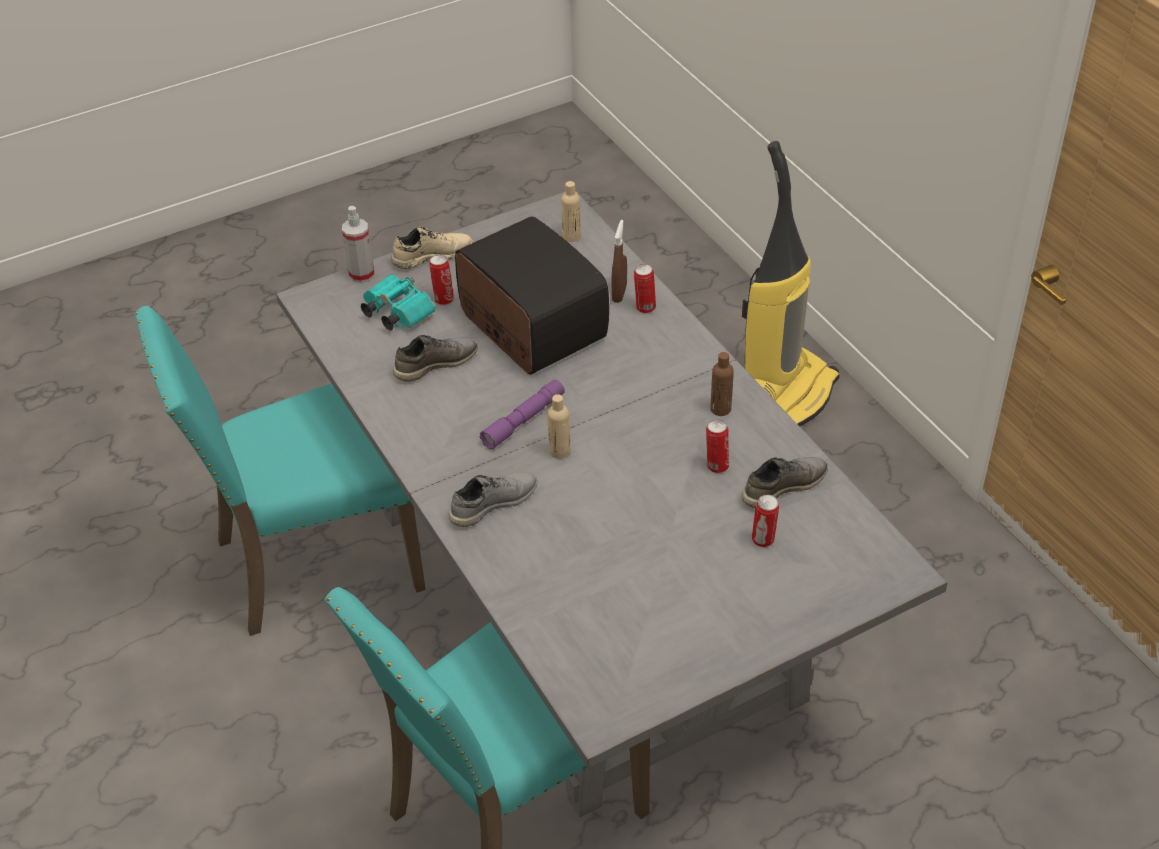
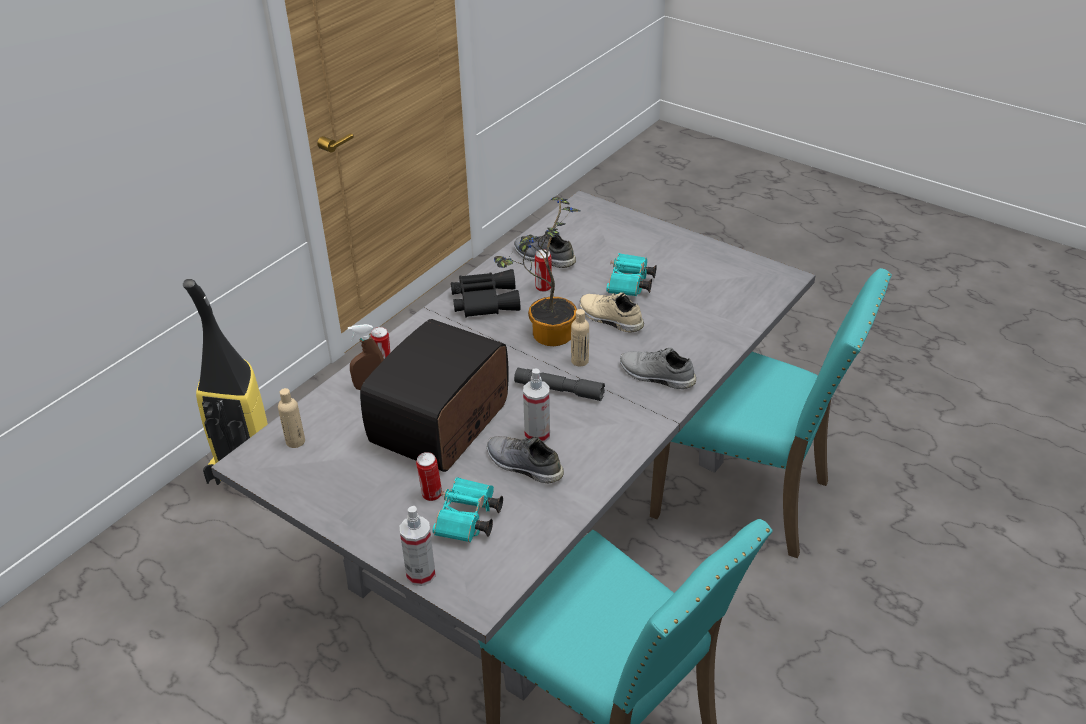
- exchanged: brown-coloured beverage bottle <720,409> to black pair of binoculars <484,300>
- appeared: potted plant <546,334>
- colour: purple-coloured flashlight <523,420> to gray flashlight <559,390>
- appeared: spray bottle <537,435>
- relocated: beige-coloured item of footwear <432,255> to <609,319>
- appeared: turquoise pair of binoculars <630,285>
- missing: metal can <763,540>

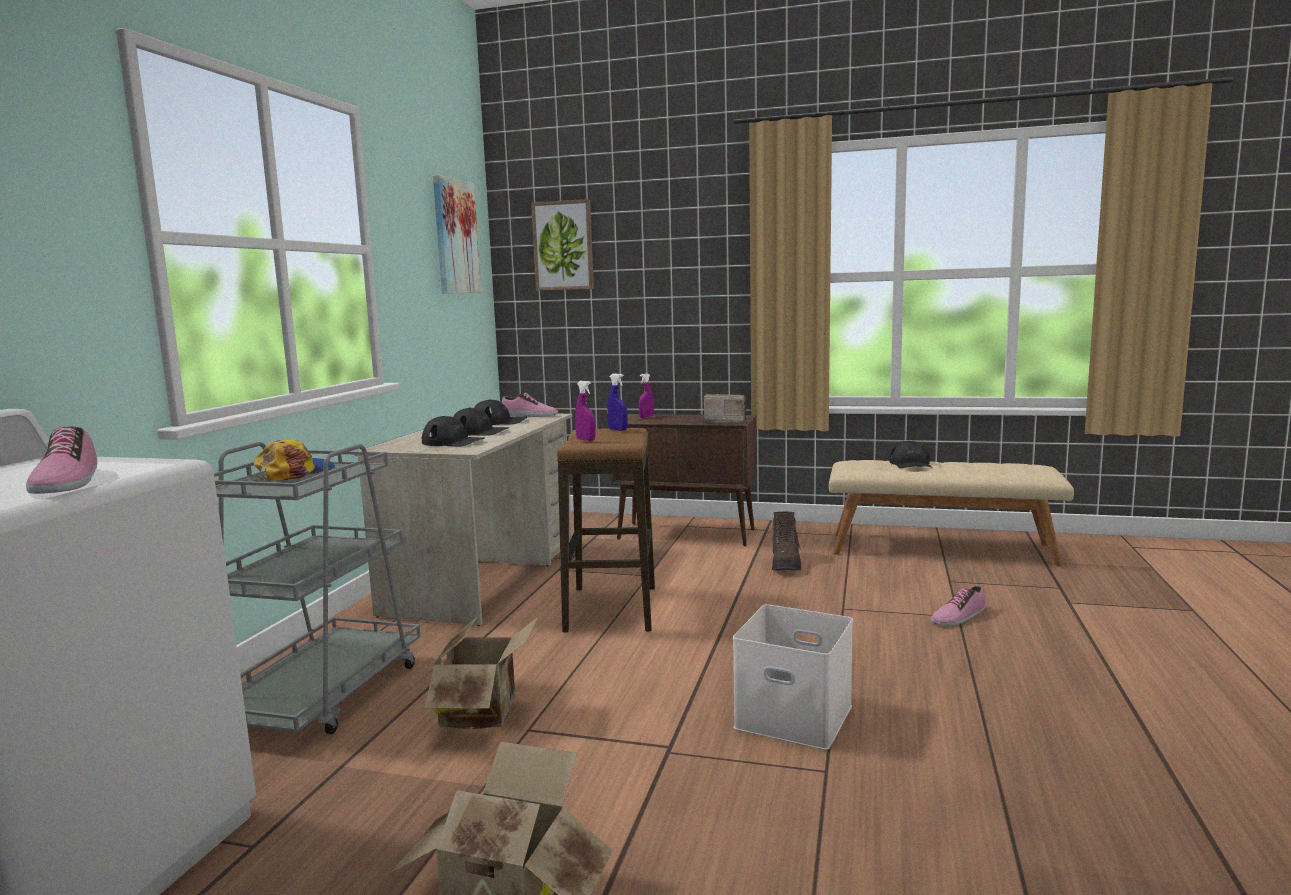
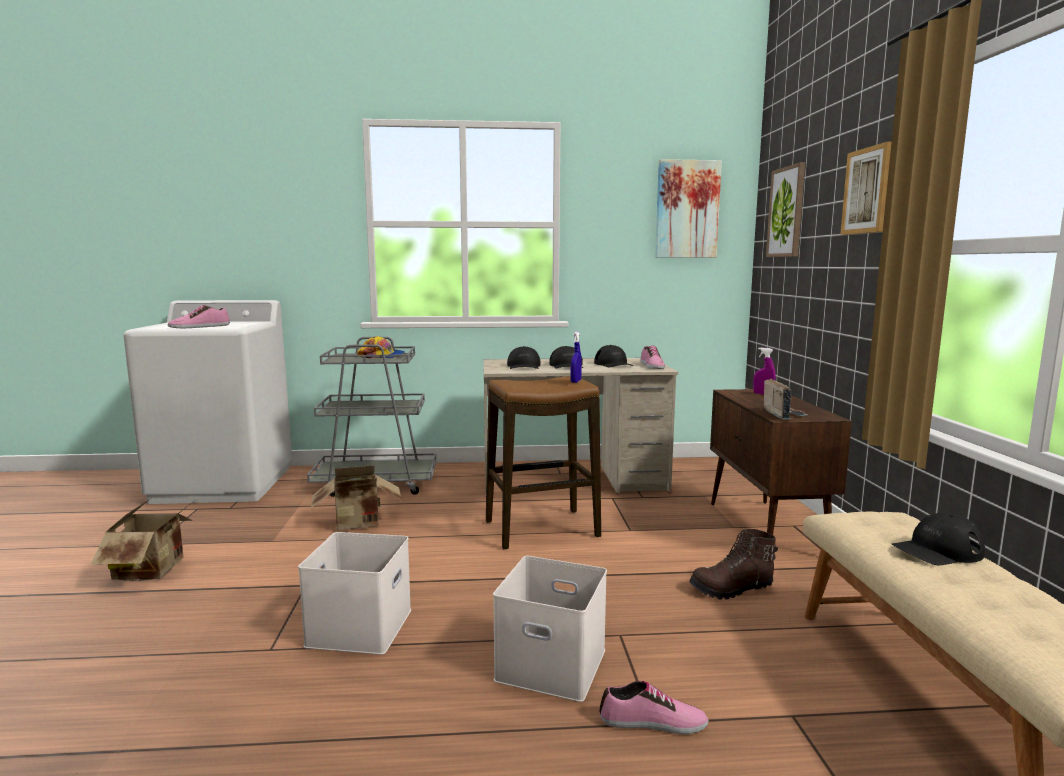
- appeared: whitish storage bin <554,664>
- spun: item of footwear <958,616> = <653,722> 150 degrees clockwise
- appeared: wall art <868,191>
- missing: purple-coloured spray bottle <585,440>

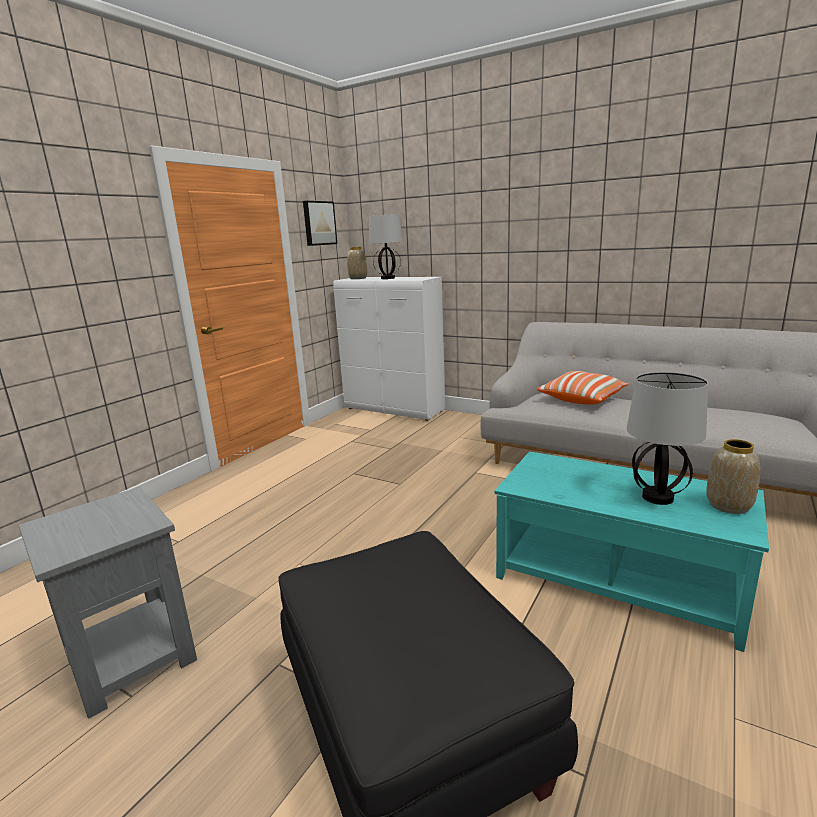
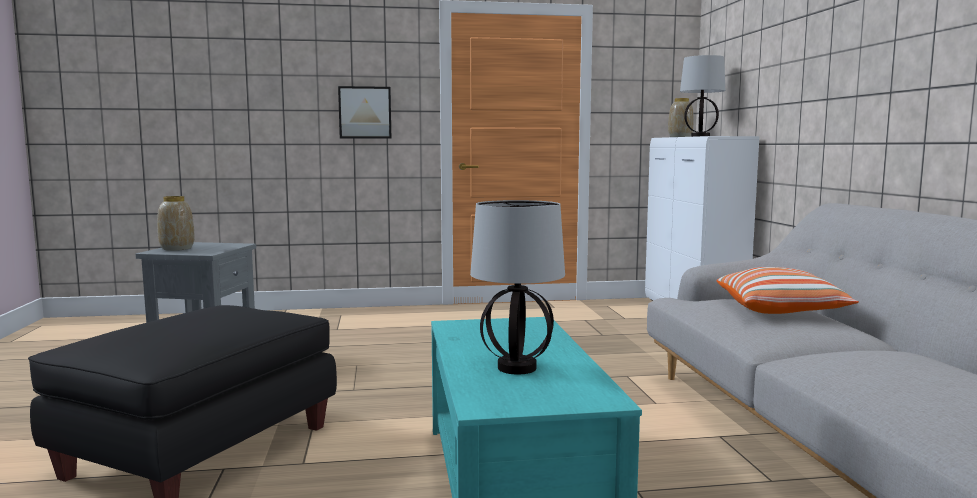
- relocated: flower vase <728,505> to <177,248>
- relocated: wall art <318,223> to <365,112>

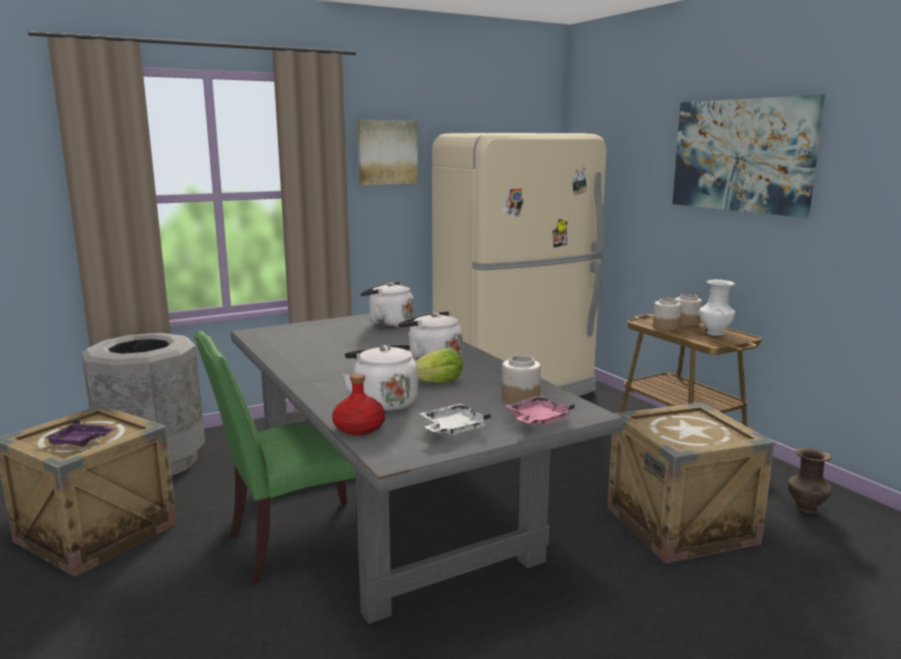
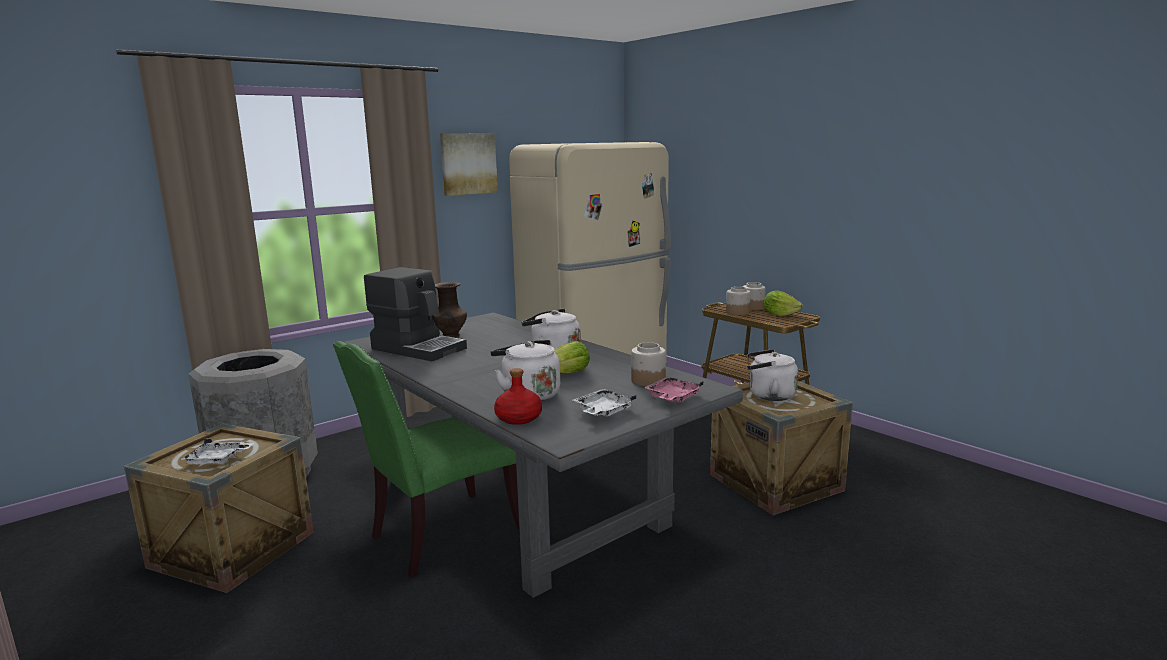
- colour: purple-coloured carrying tray <81,442> to whitish carrying tray <218,460>
- appeared: coffee machine <418,348>
- relocated: brown-coloured flower vase <806,509> to <451,336>
- relocated: whitish tea kettle <388,324> to <768,395>
- exchanged: whitish flower vase <714,333> to lettuce head <779,315>
- missing: wall art <742,155>

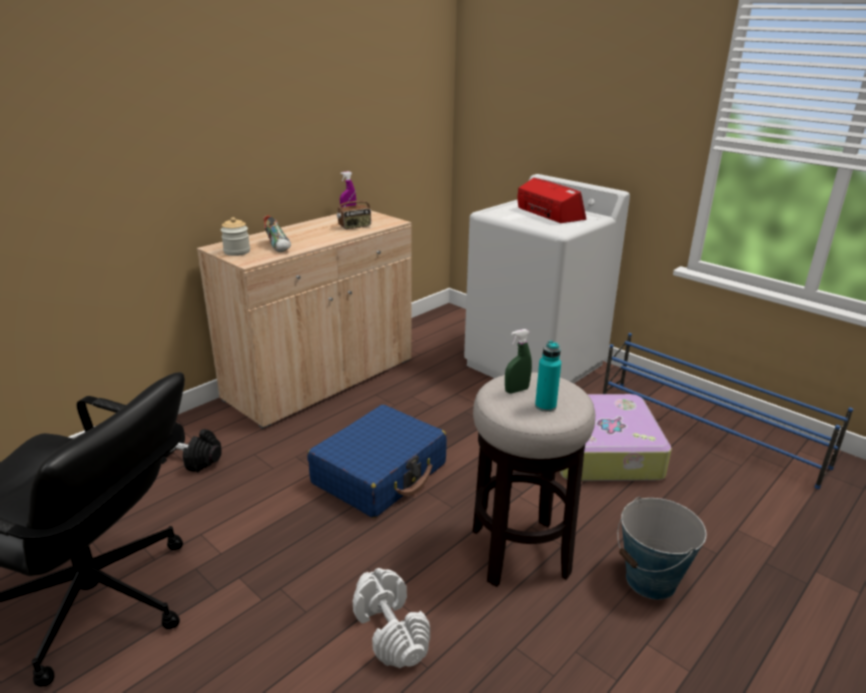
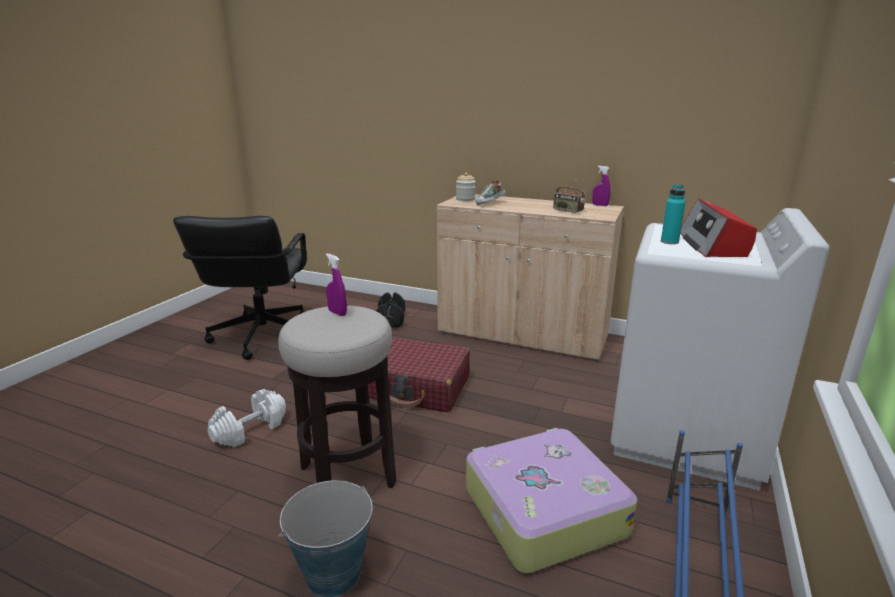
- colour: greenish spray bottle <516,390> to purple-coloured spray bottle <337,313>
- colour: blue-coloured travel case <380,473> to red-coloured travel case <416,387>
- relocated: turquoise beverage bottle <545,406> to <669,242>
- spun: radio set <549,214> = <712,245> 150 degrees clockwise

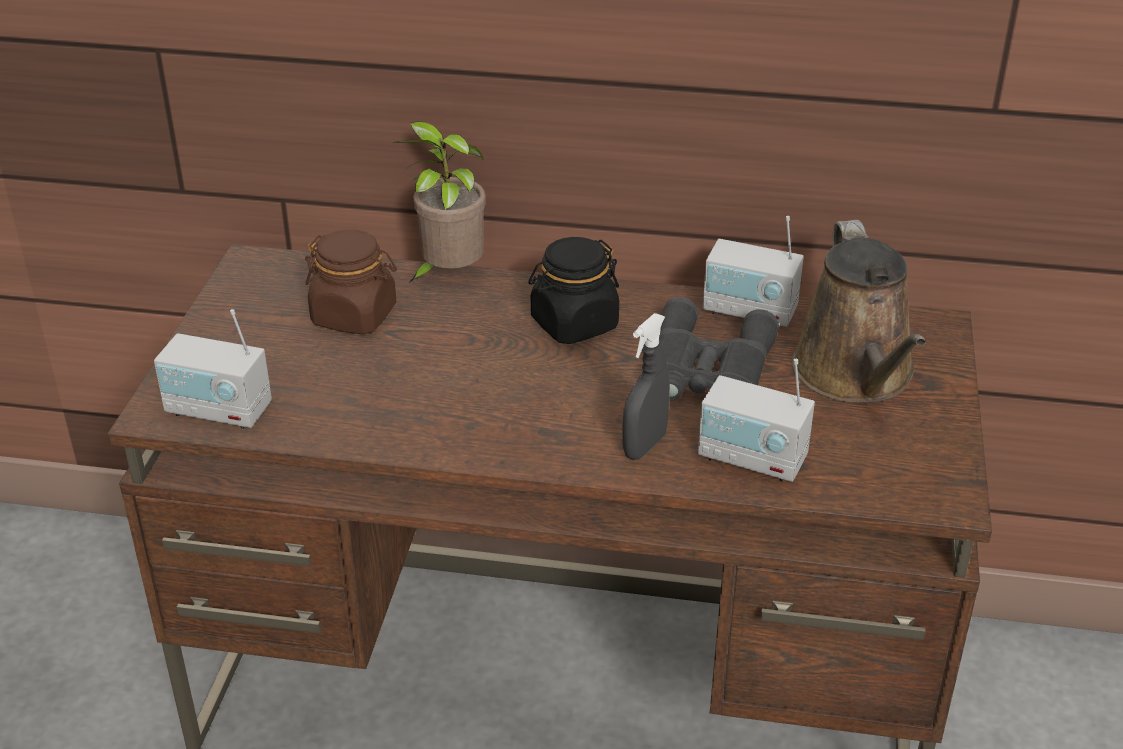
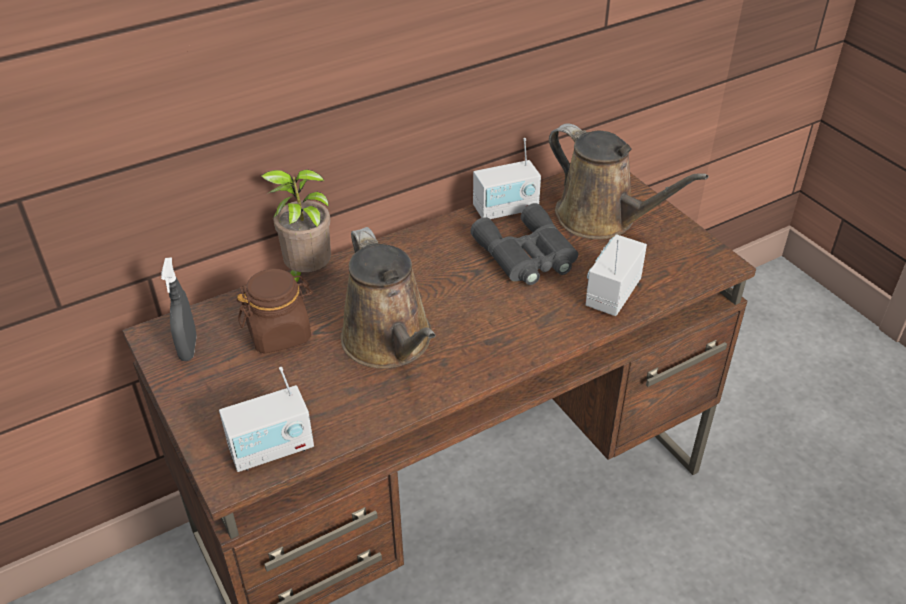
- relocated: gray spray bottle <644,446> to <188,348>
- appeared: brown-coloured watering can <390,343>
- spun: radio set <752,459> = <612,294> 135 degrees clockwise
- missing: black preserve jar <574,324>

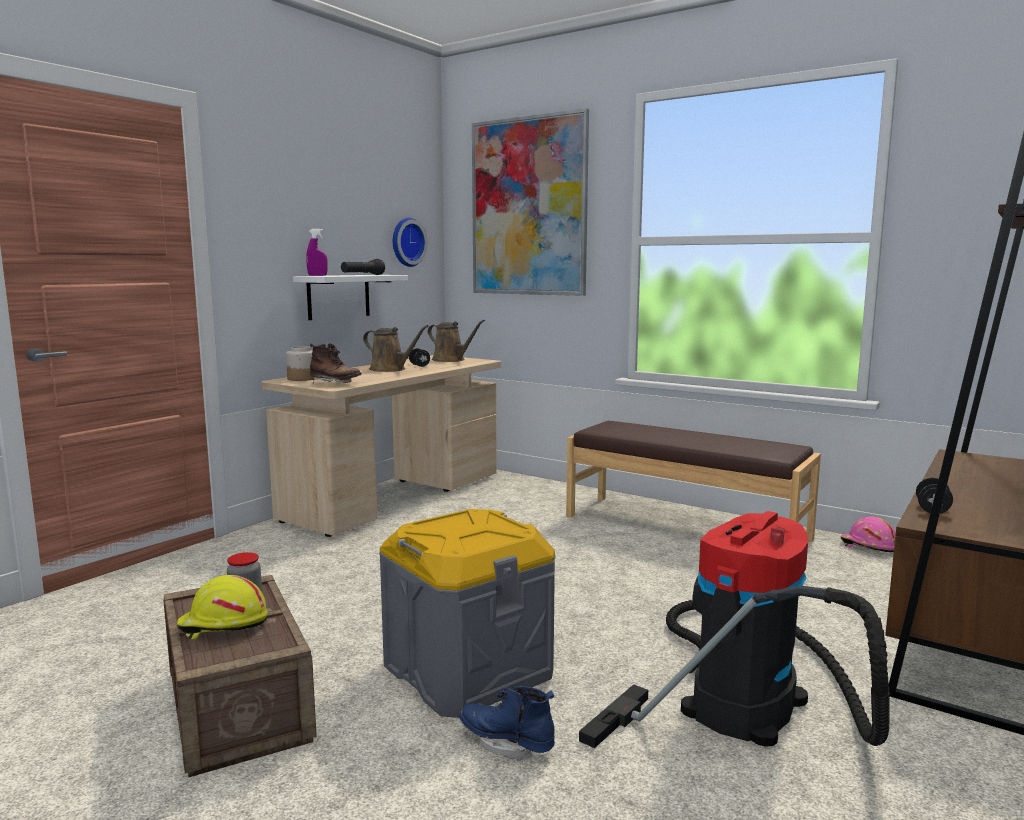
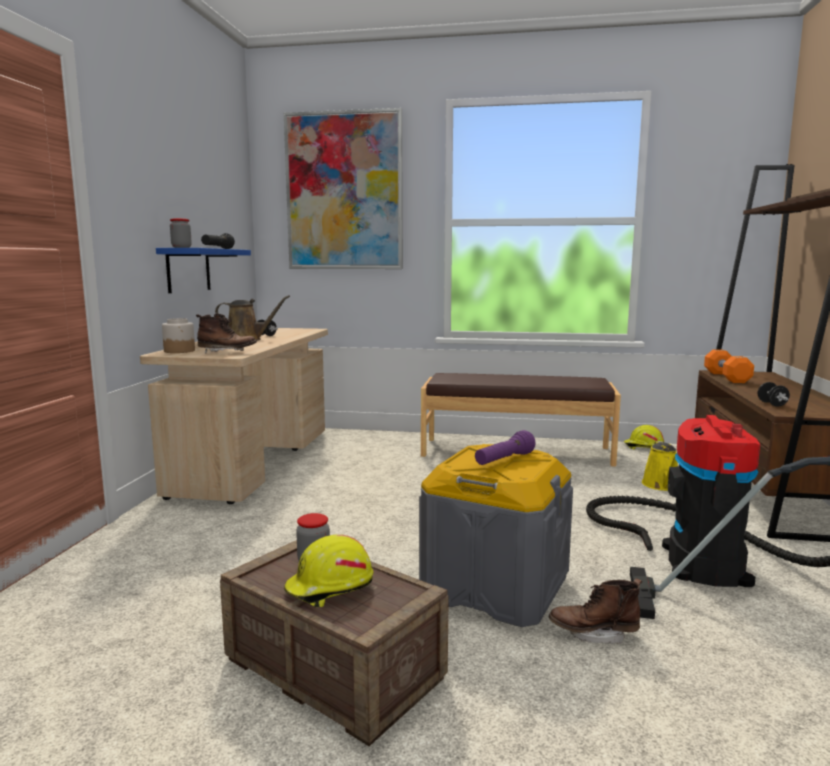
- colour: whitish shelf <338,296> to blue-coloured shelf <188,270>
- exchanged: purple-coloured spray bottle <317,275> to preserve jar <181,247>
- appeared: purple-coloured flashlight <504,460>
- colour: blue-coloured boot <507,744> to brown-coloured boot <594,633>
- colour: pink-coloured work helmet <868,546> to yellowish work helmet <643,447>
- appeared: yellowish watering can <662,485>
- appeared: orange hand weight <726,377>
- missing: wall clock <406,242>
- missing: brown-coloured watering can <451,360>

